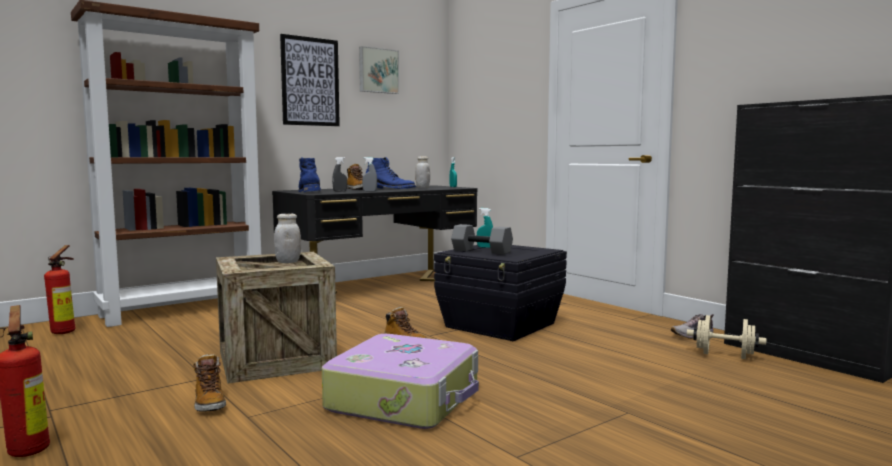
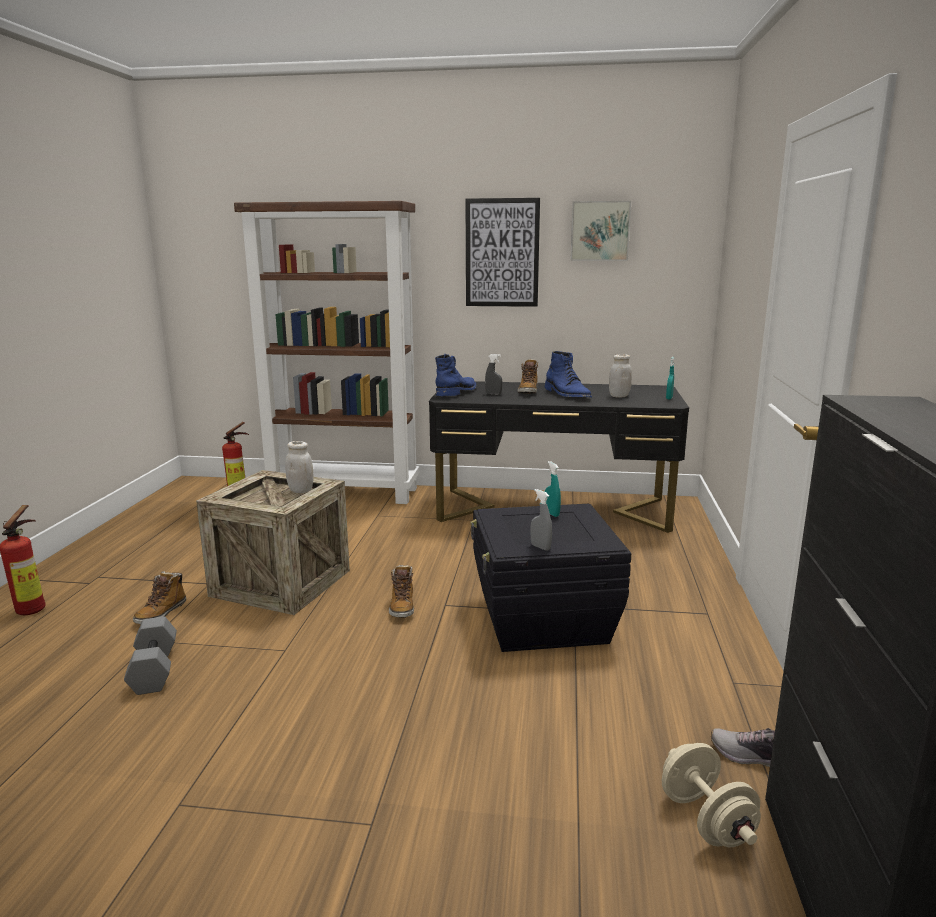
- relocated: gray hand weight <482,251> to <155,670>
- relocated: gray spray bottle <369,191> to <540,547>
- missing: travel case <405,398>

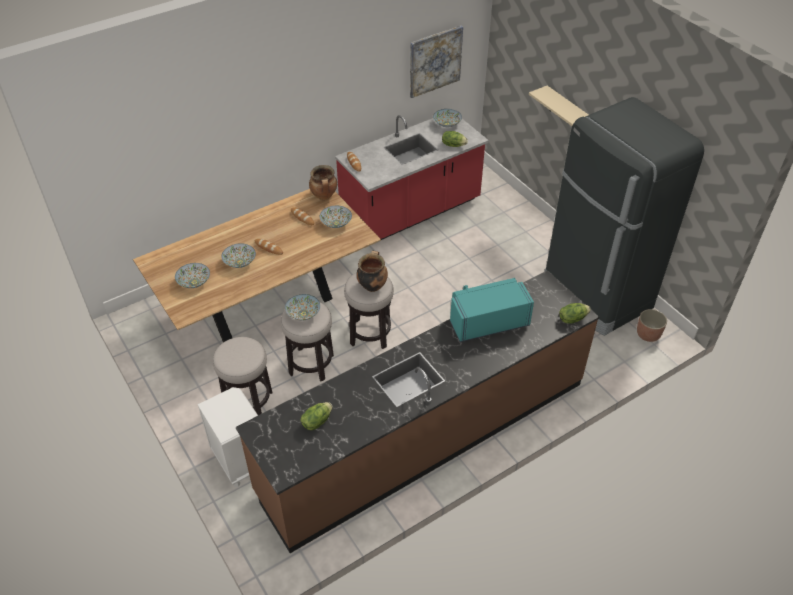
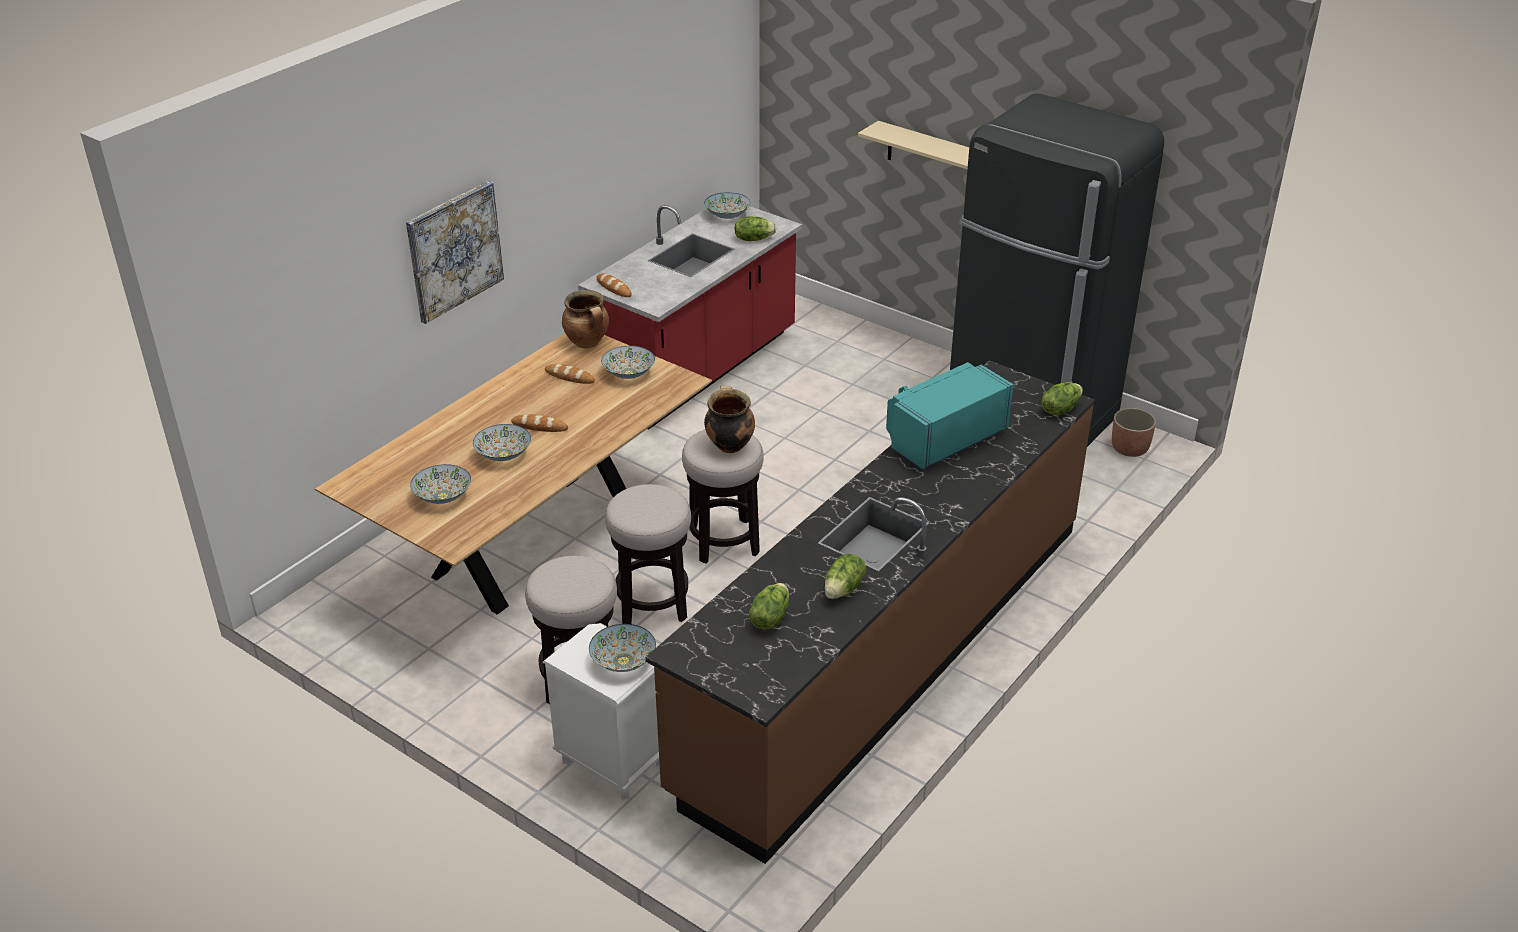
- relocated: wall art <435,61> to <454,251>
- relocated: serving bowl <303,314> to <623,661>
- appeared: lettuce head <844,589>

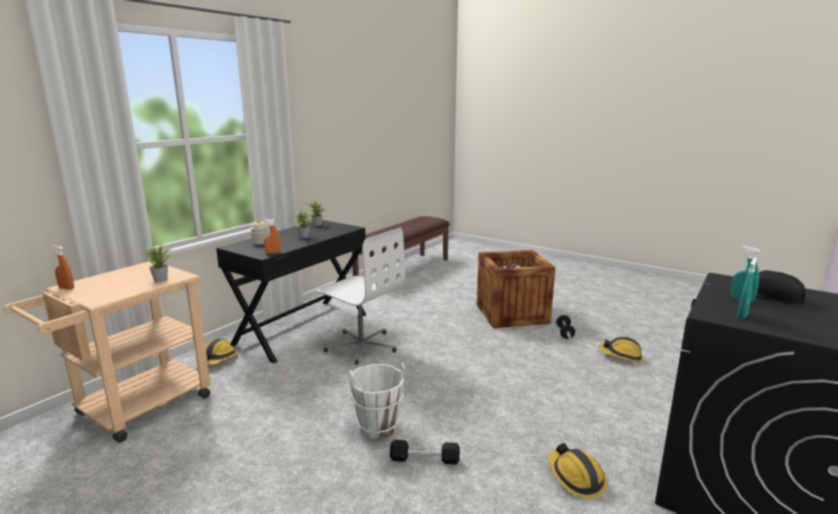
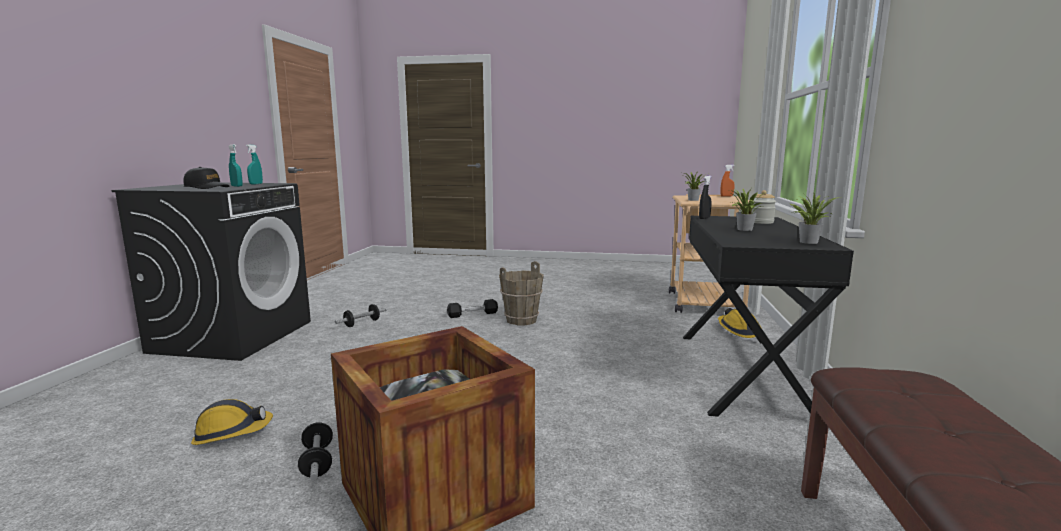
- exchanged: work helmet <575,477> to hand weight <362,323>
- colour: whitish bucket <378,427> to brown-coloured bucket <521,320>
- colour: orange spray bottle <273,253> to black spray bottle <704,218>
- missing: whitish computer chair <361,346>

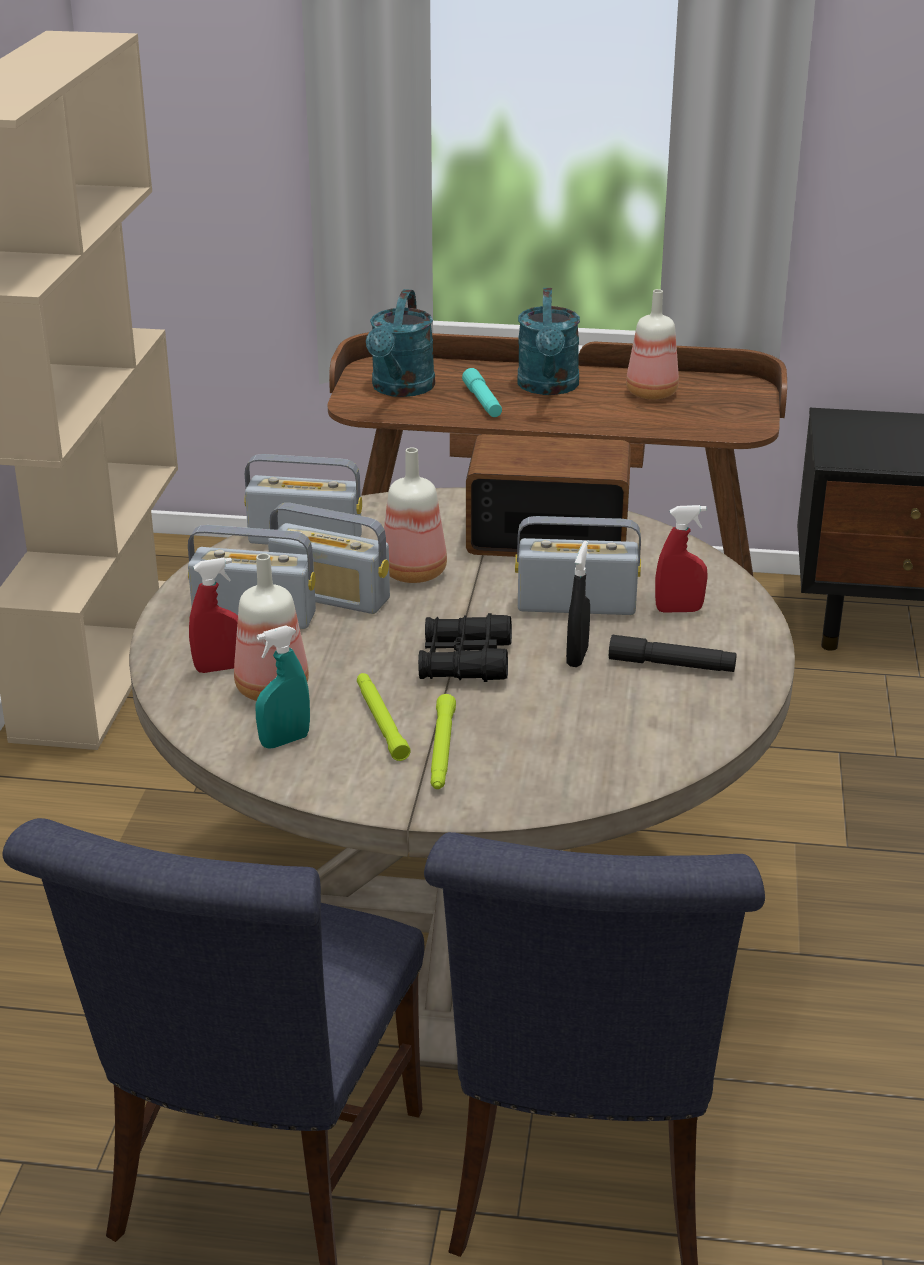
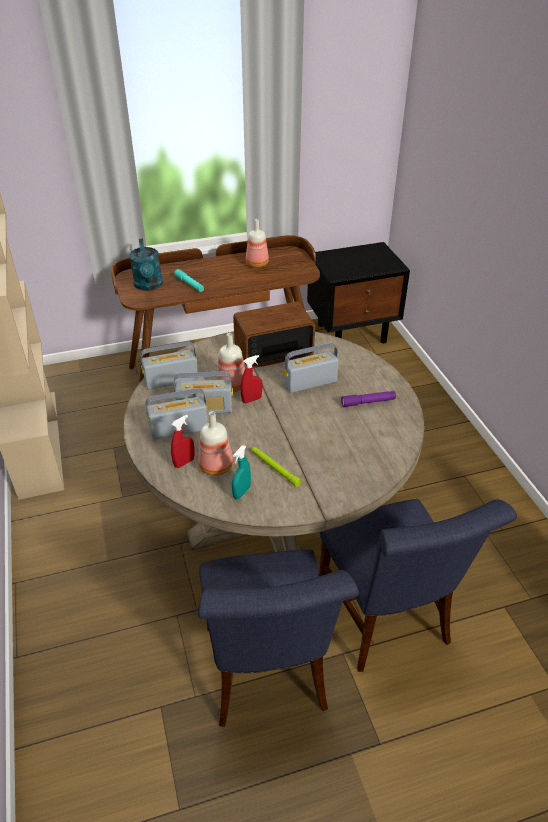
- relocated: red-coloured spray bottle <679,610> to <251,399>
- colour: black flashlight <671,665> to purple-coloured flashlight <368,402>
- missing: black pair of binoculars <465,661>
- missing: greenish flashlight <442,750>
- missing: turquoise watering can <548,388>
- missing: black spray bottle <577,657>

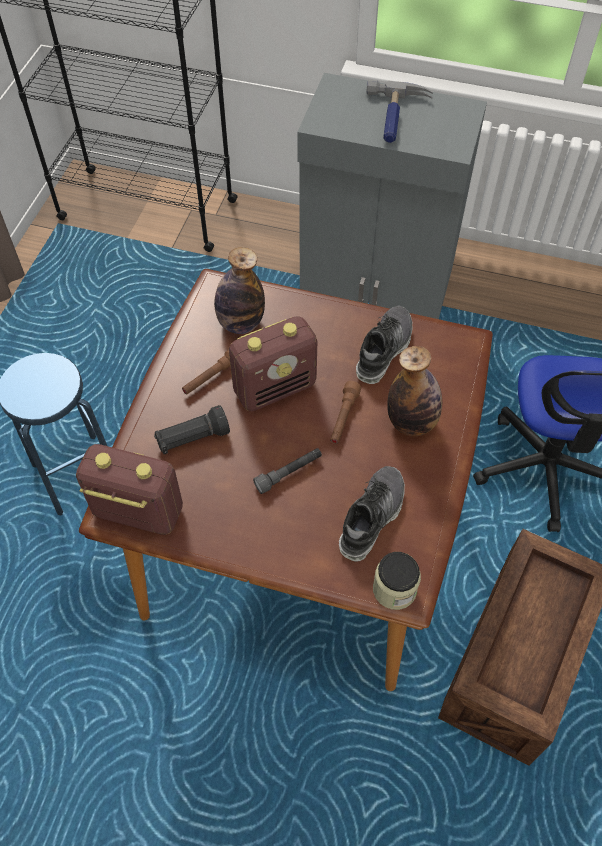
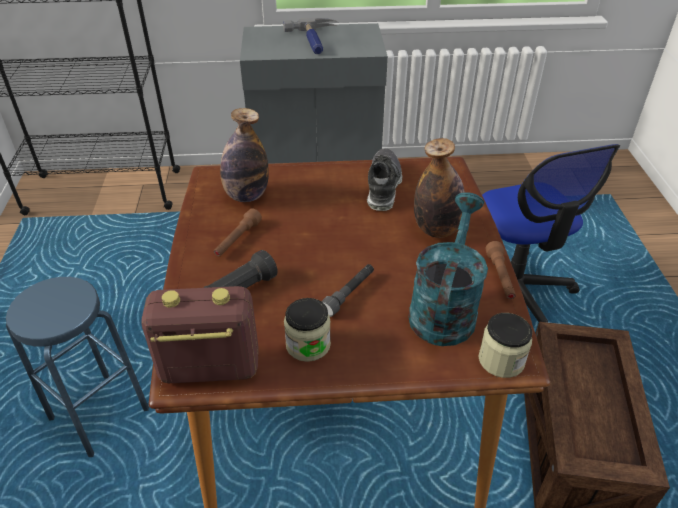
- appeared: preserve jar <308,345>
- exchanged: item of footwear <371,517> to turquoise watering can <444,308>
- relocated: brown-coloured flashlight <343,417> to <500,277>
- missing: radio set <275,387>

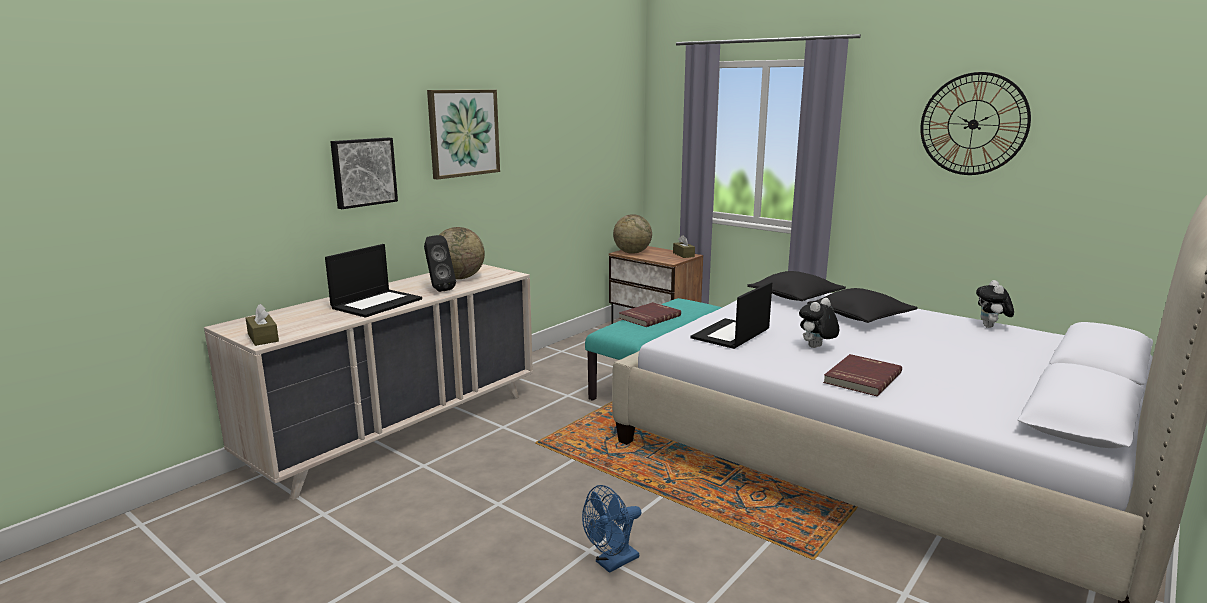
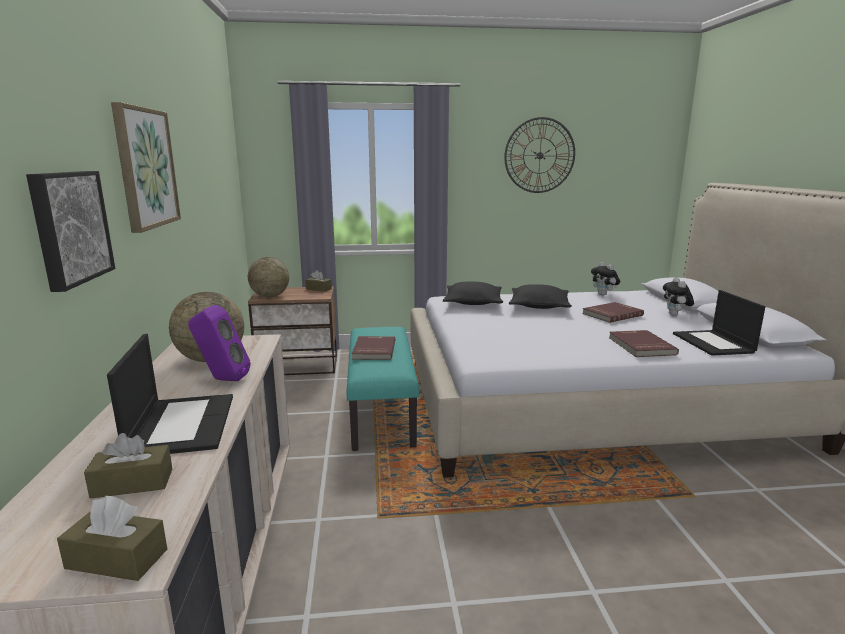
- appeared: brown-coloured tissue box <132,483>
- colour: black loudspeaker <438,289> to purple-coloured loudspeaker <222,379>
- appeared: red-coloured volume <611,314>
- relocated: soft toy <816,348> to <675,315>
- relocated: laptop <730,334> to <714,343>
- missing: blue-coloured fan <612,563>

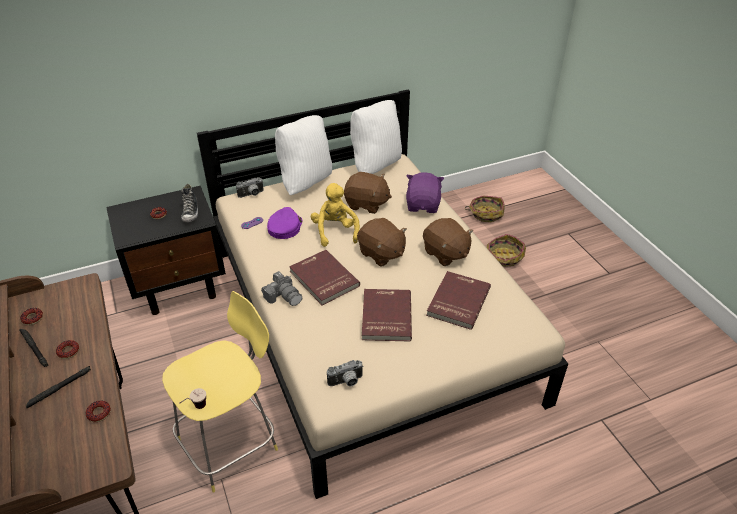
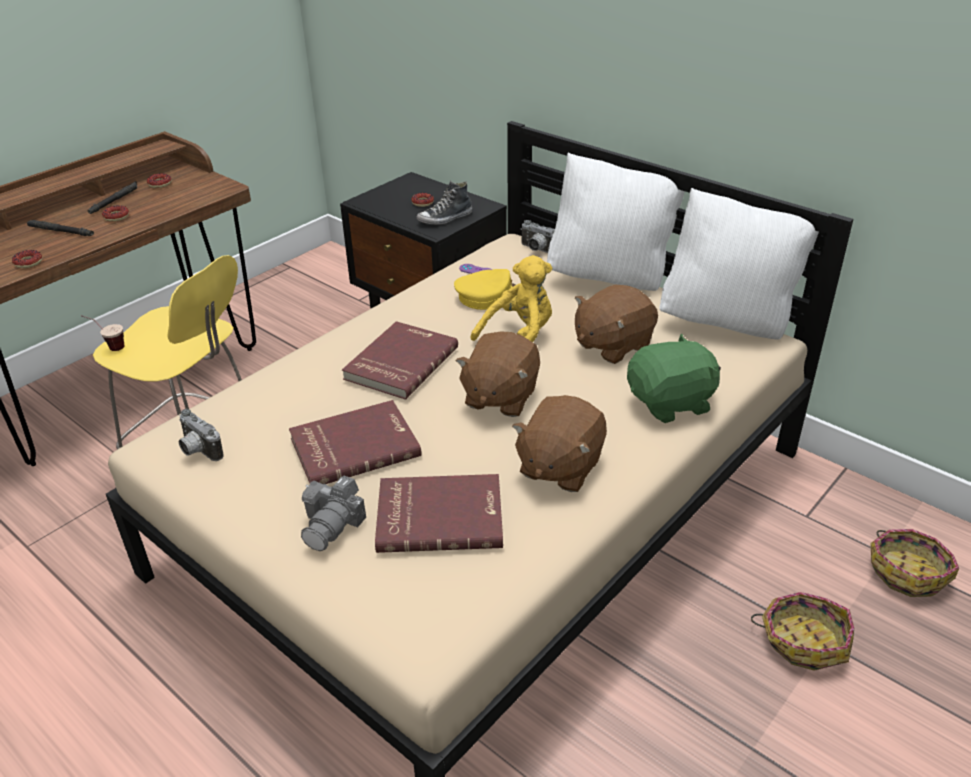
- relocated: photo camera <283,296> to <333,524>
- colour: purple-coloured cap <285,227> to yellowish cap <490,296>
- spun: brown-coloured soft toy <366,204> = <612,345> 60 degrees clockwise
- colour: purple-coloured soft toy <423,205> to greenish soft toy <671,403>

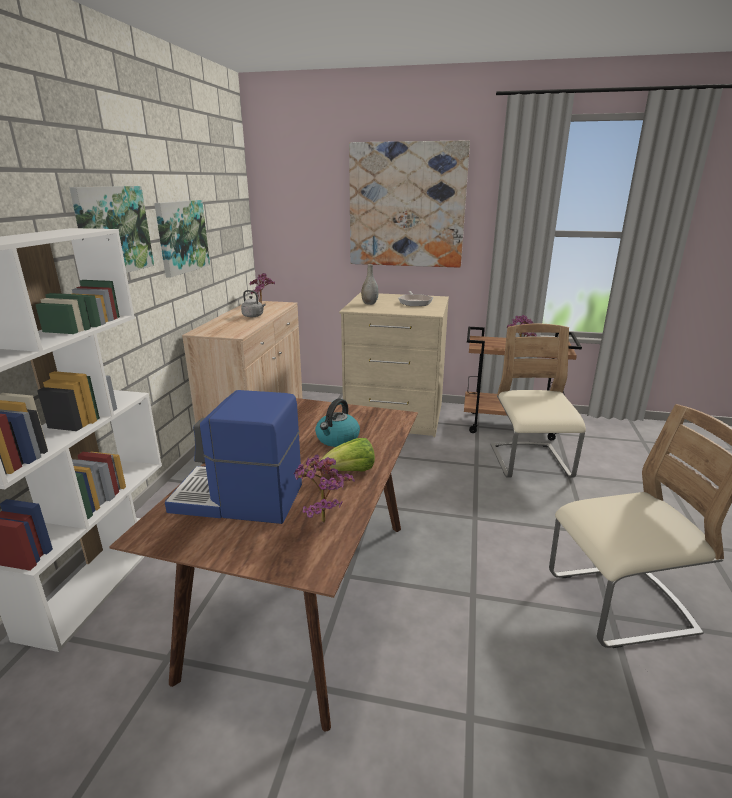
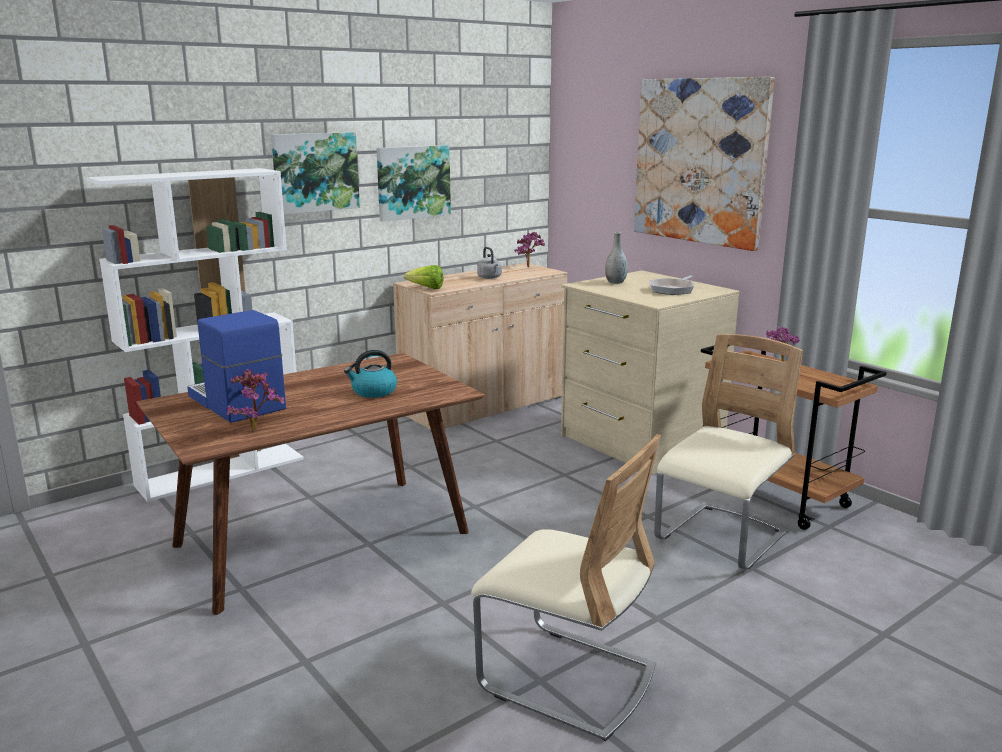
- relocated: lettuce head <349,472> to <427,288>

